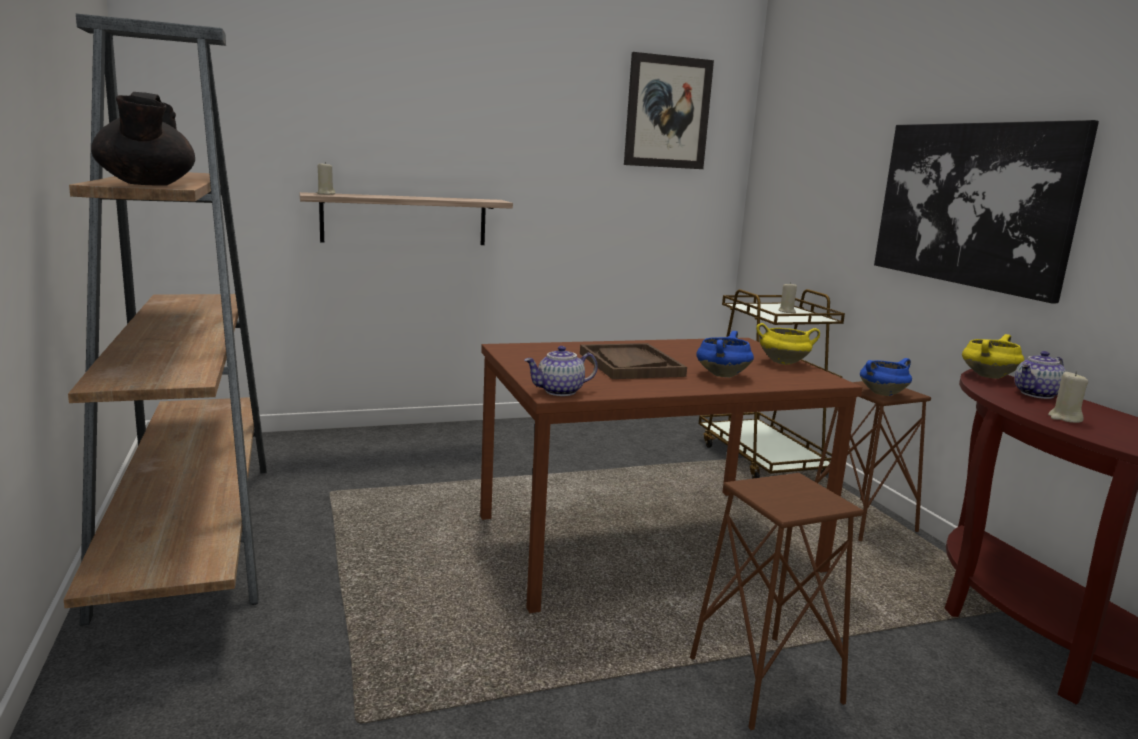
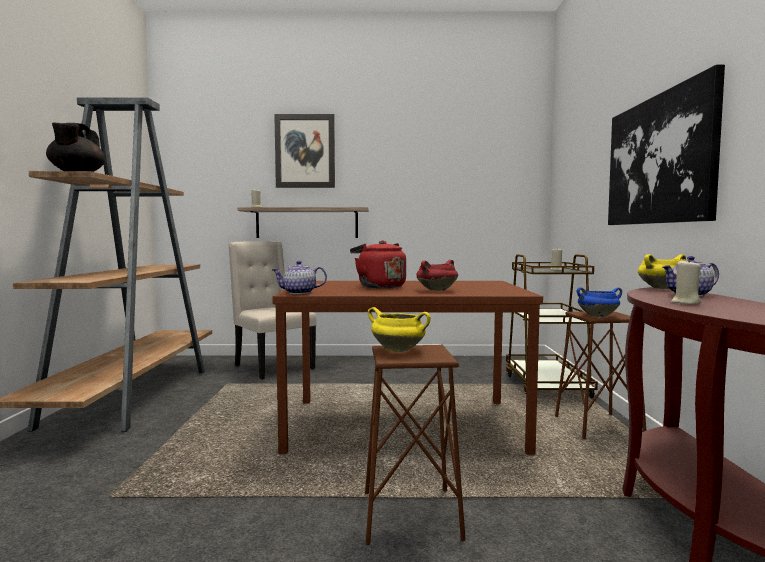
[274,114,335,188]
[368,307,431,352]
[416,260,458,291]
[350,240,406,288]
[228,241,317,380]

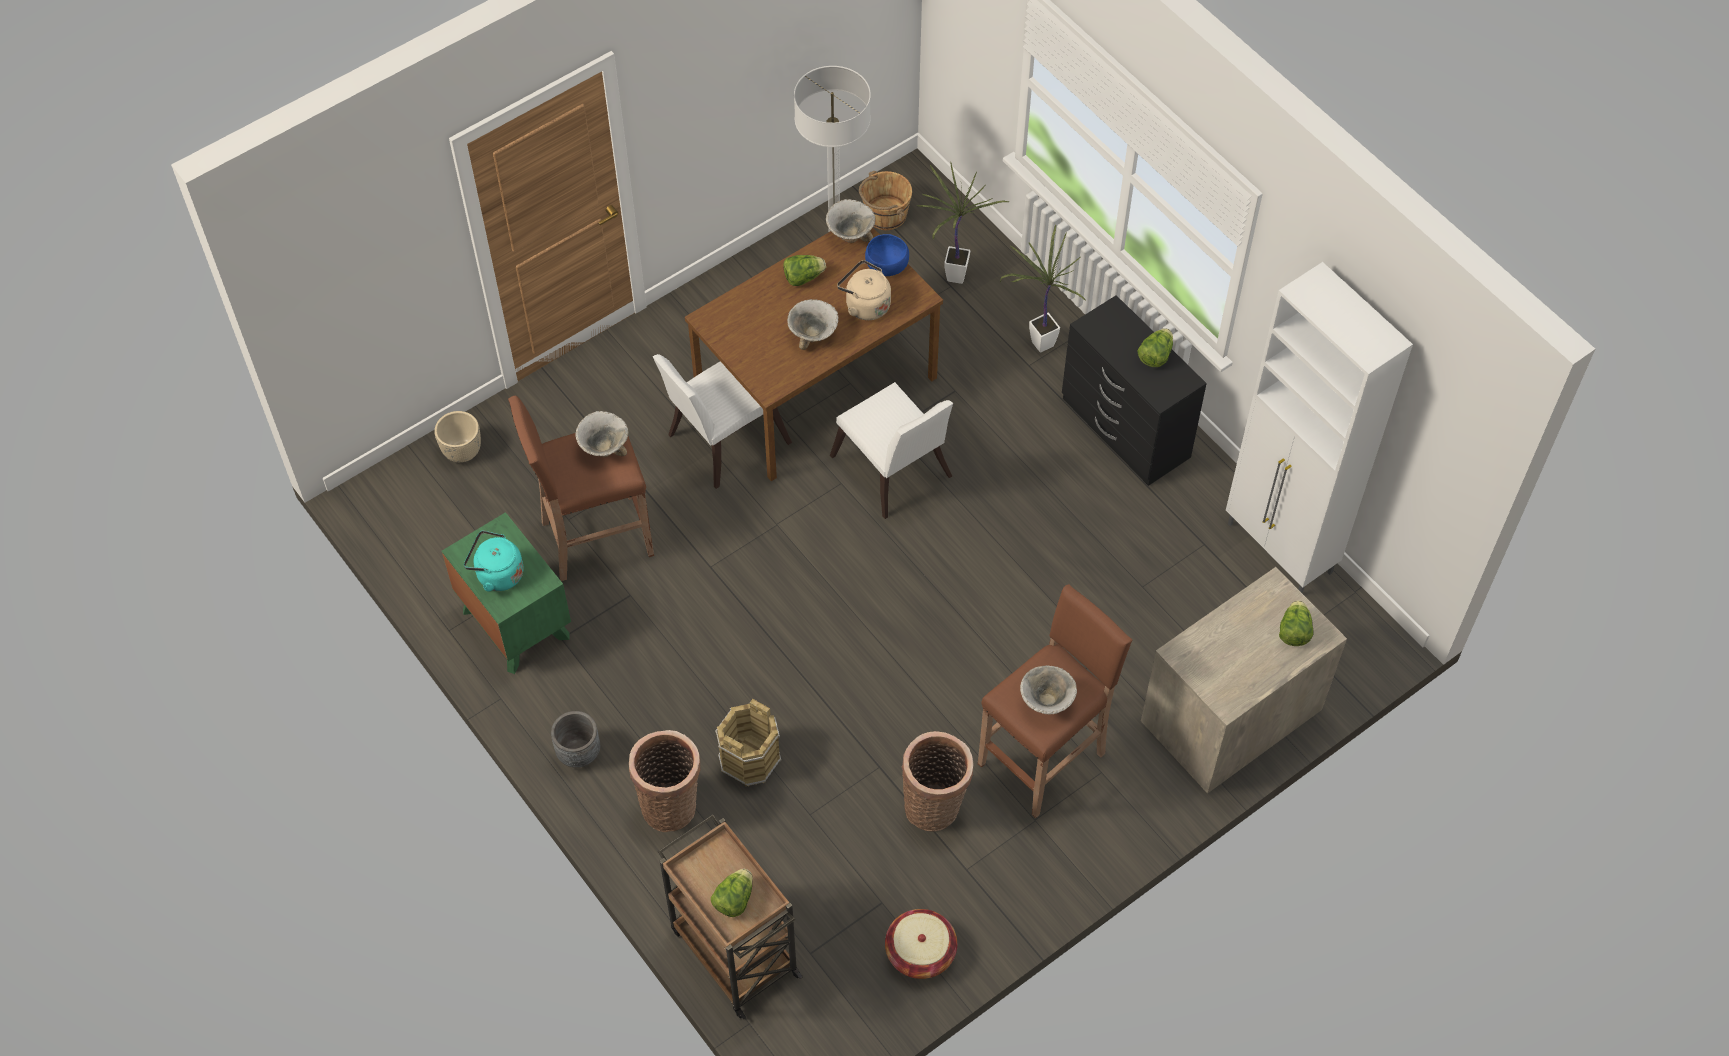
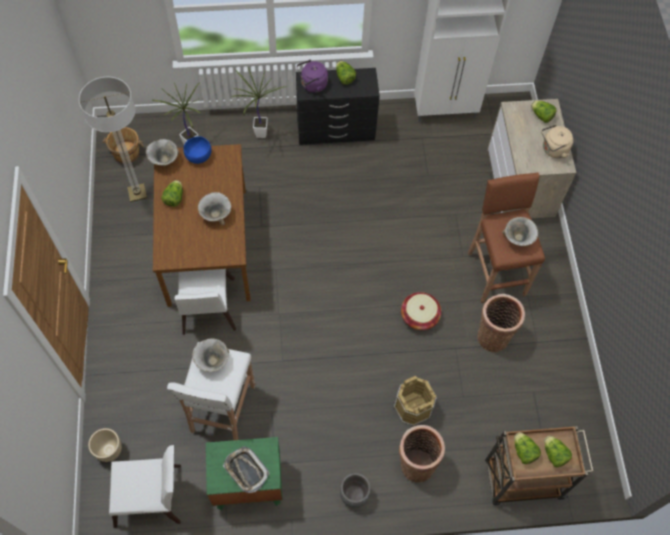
[541,125,573,158]
[109,445,181,528]
[167,342,255,440]
[223,447,270,493]
[401,292,441,330]
[297,60,328,93]
[514,432,541,464]

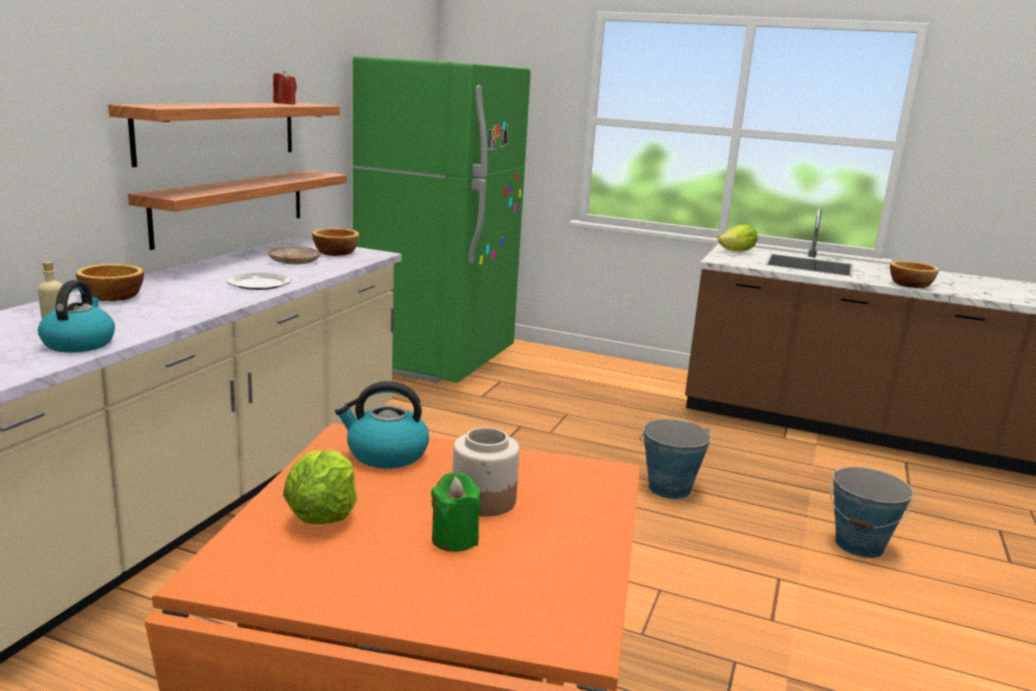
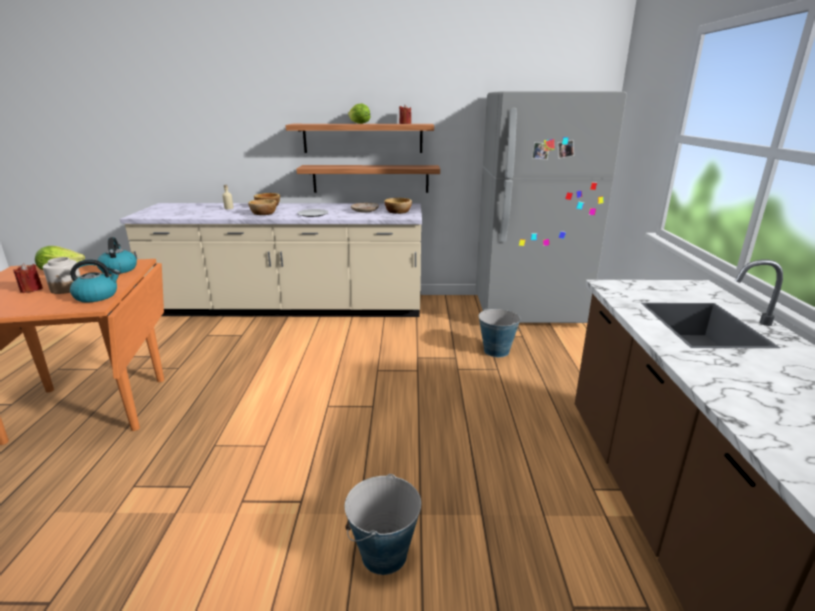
[476,91,627,323]
[348,103,370,124]
[248,199,277,215]
[70,259,121,302]
[479,308,521,357]
[13,263,43,293]

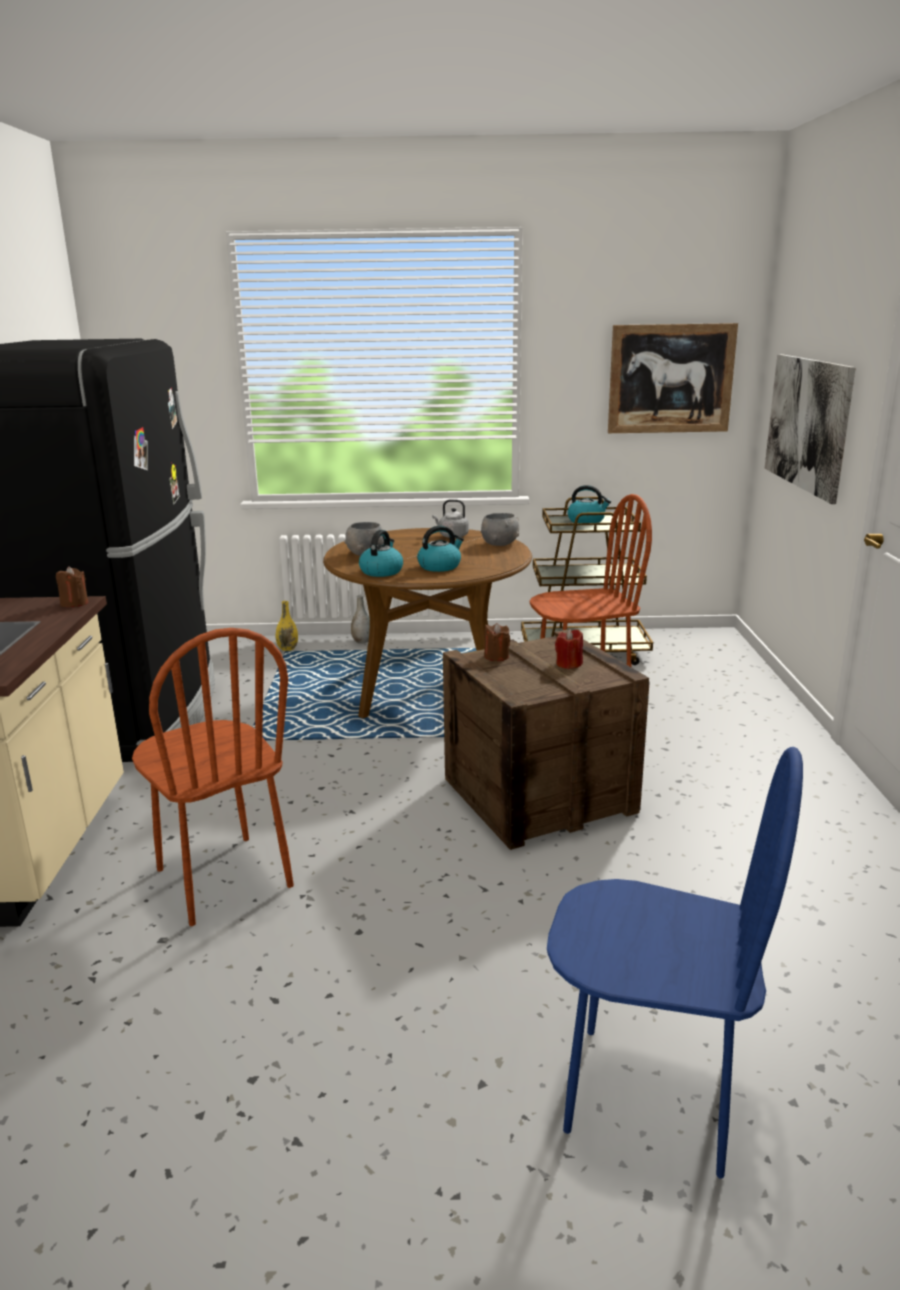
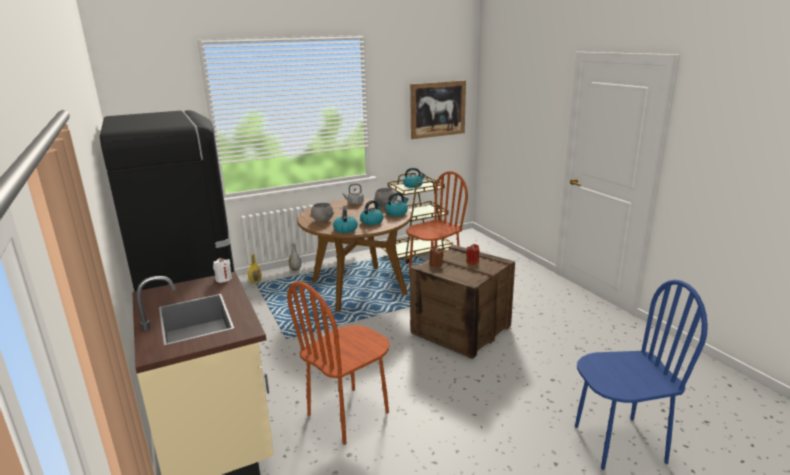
[765,354,856,504] (first image)
[213,258,232,283]
[287,282,390,445]
[385,193,409,216]

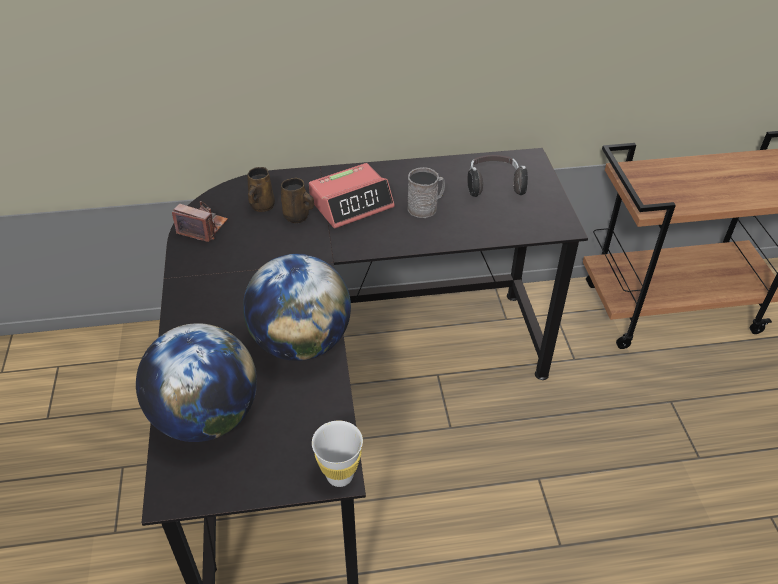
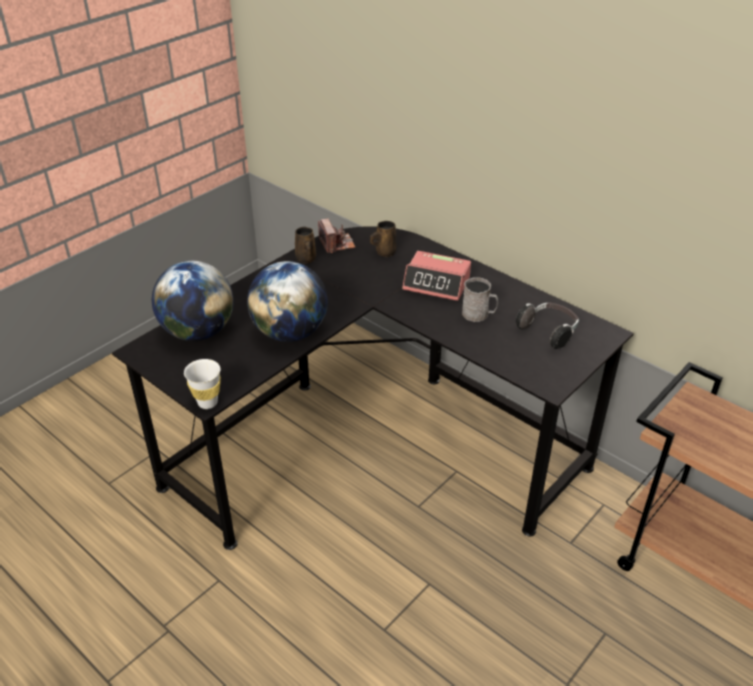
[295,227,316,264]

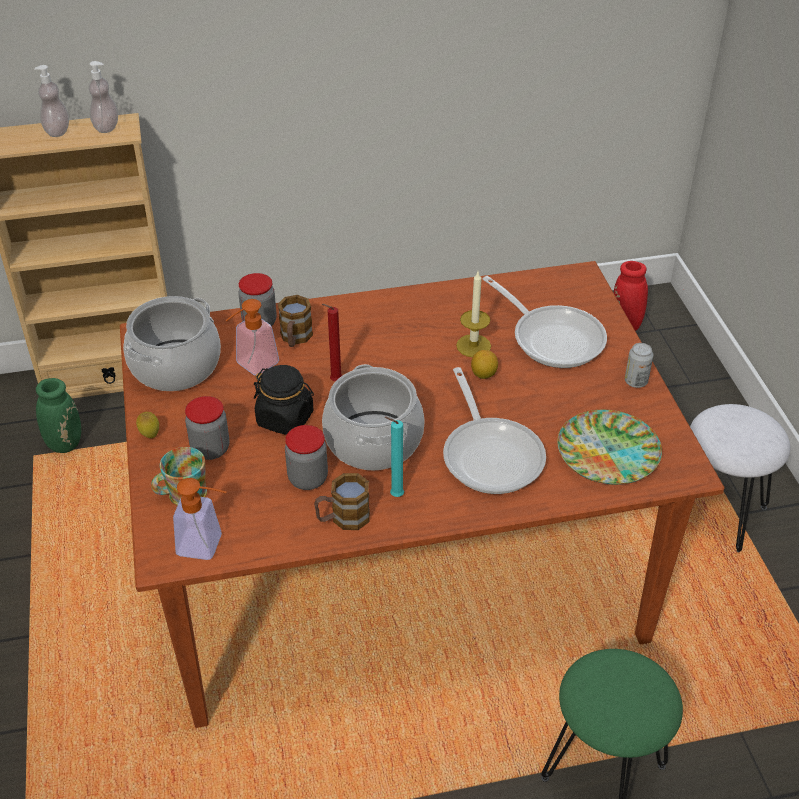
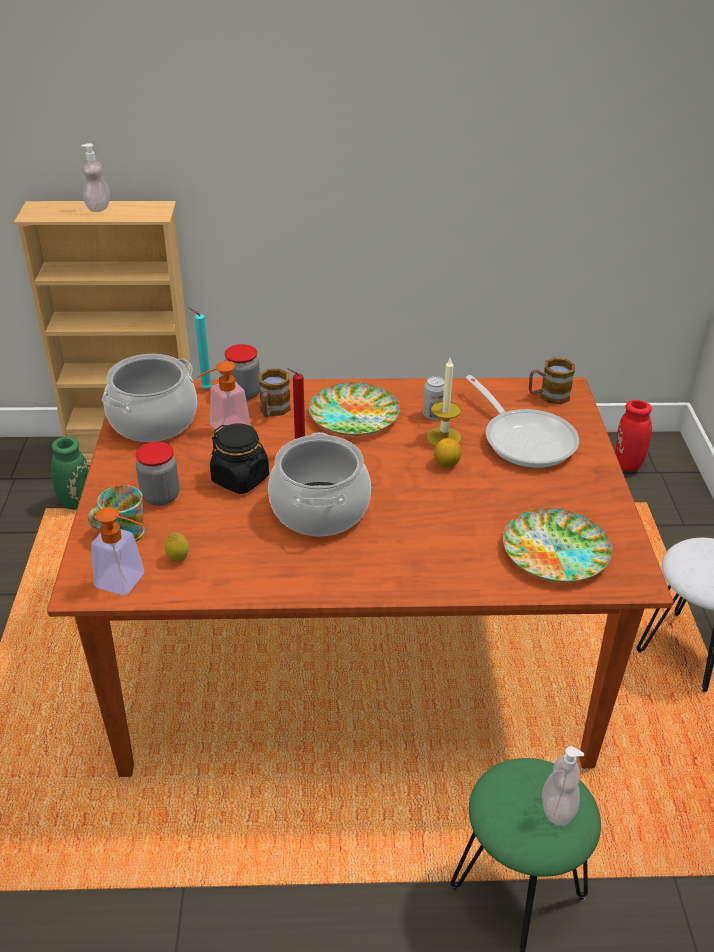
[542,747,584,826]
[423,376,445,420]
[443,367,546,494] (first image)
[164,533,189,562]
[189,308,212,389]
[285,425,328,490] (first image)
[529,358,575,404]
[309,383,400,436]

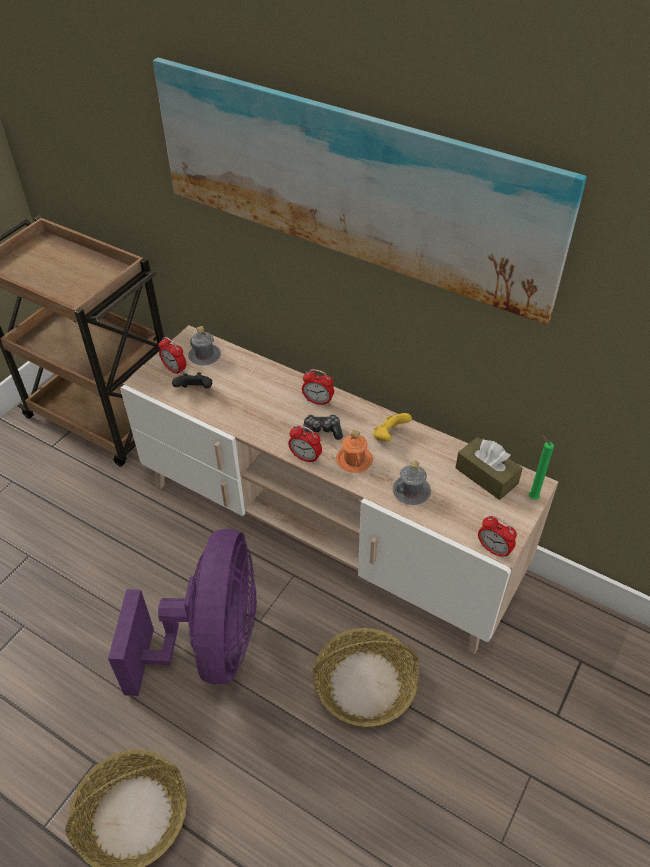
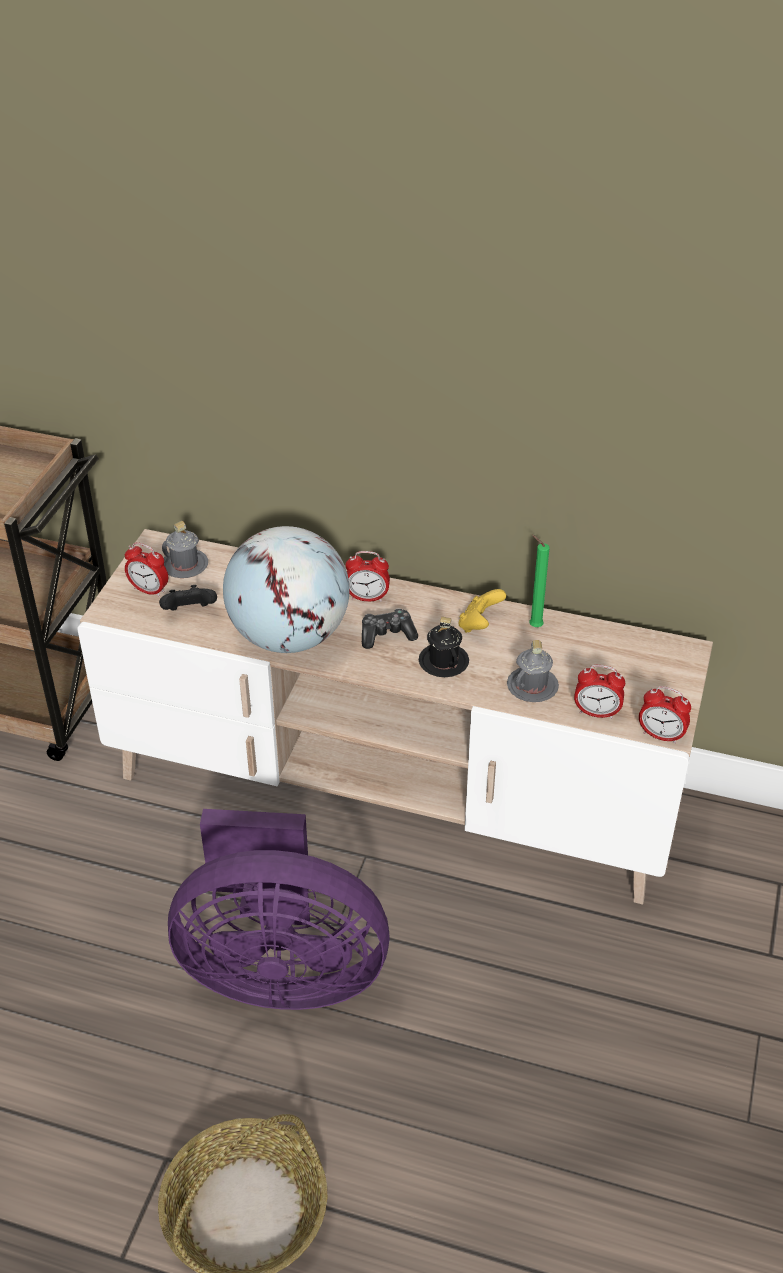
[153,58,587,325] (first image)
[574,665,625,719]
[419,616,469,677]
[529,535,550,627]
[455,437,523,500] (first image)
[168,809,390,1010]
[313,628,419,727] (first image)
[223,526,350,653]

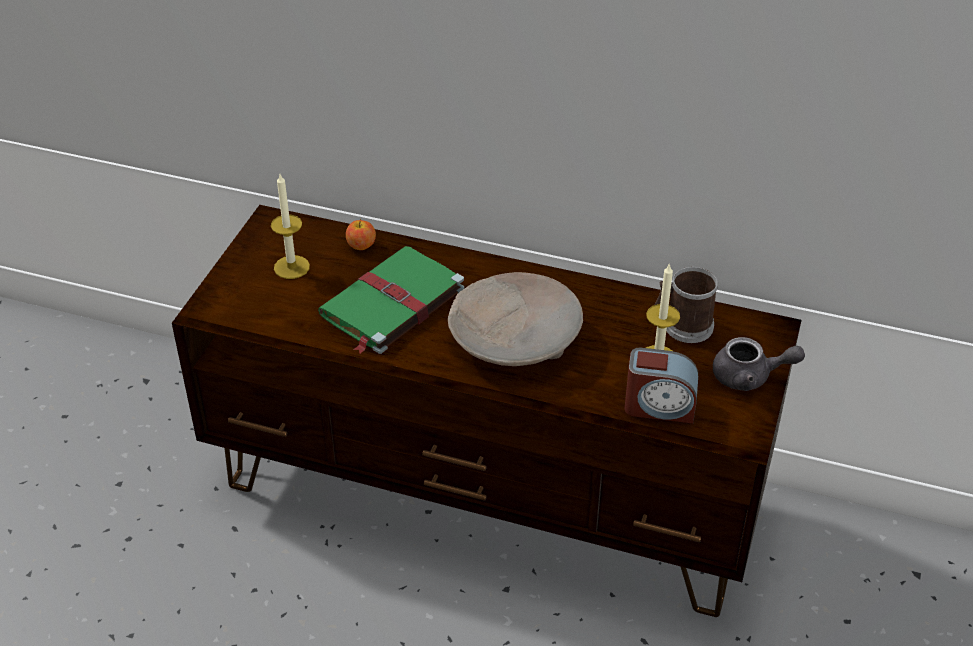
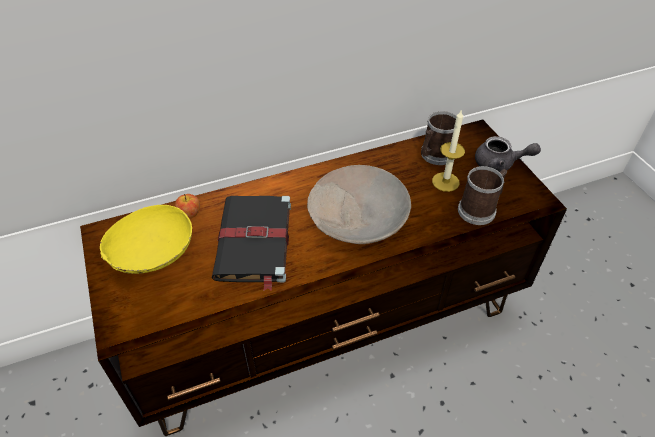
[100,205,192,274]
[212,196,291,291]
[475,136,541,172]
[458,166,507,225]

